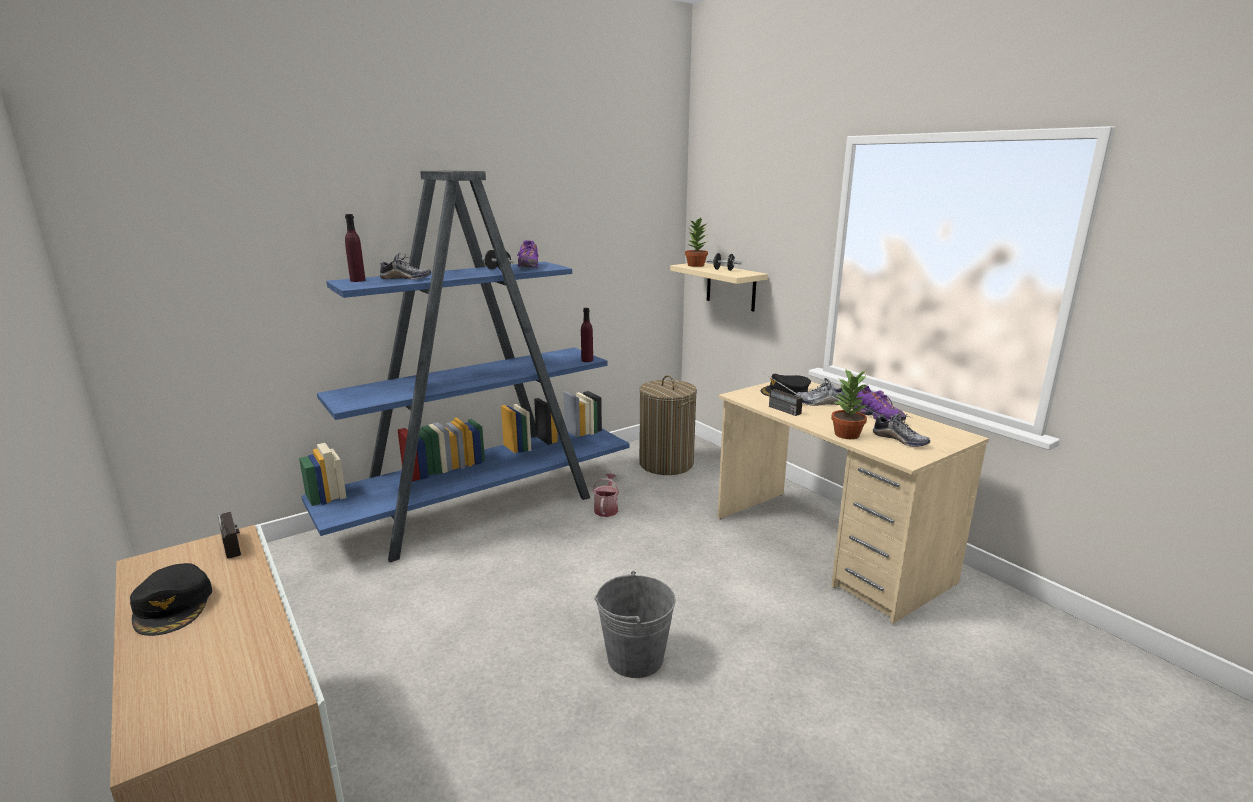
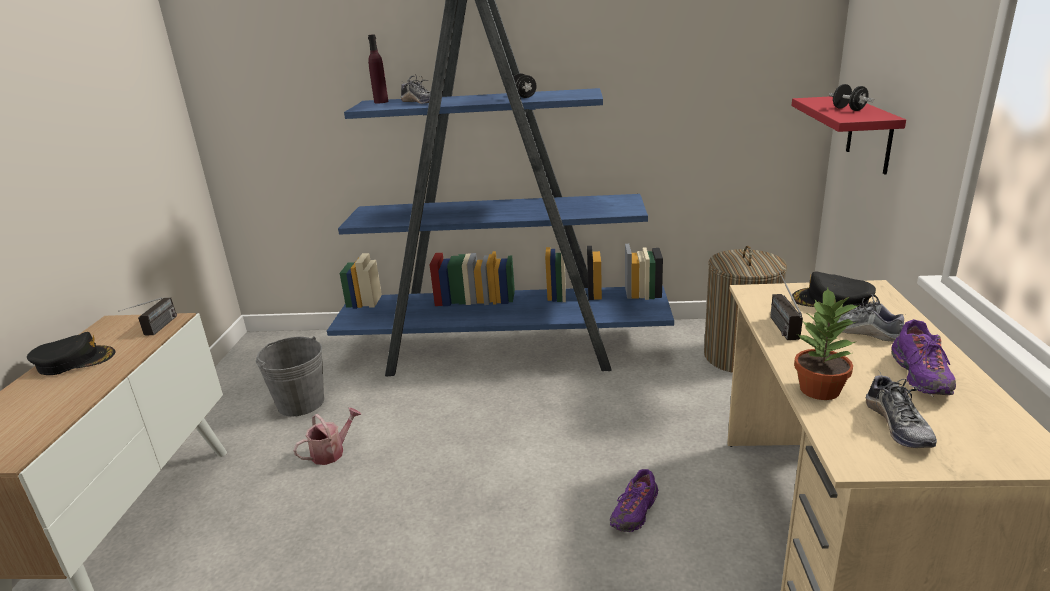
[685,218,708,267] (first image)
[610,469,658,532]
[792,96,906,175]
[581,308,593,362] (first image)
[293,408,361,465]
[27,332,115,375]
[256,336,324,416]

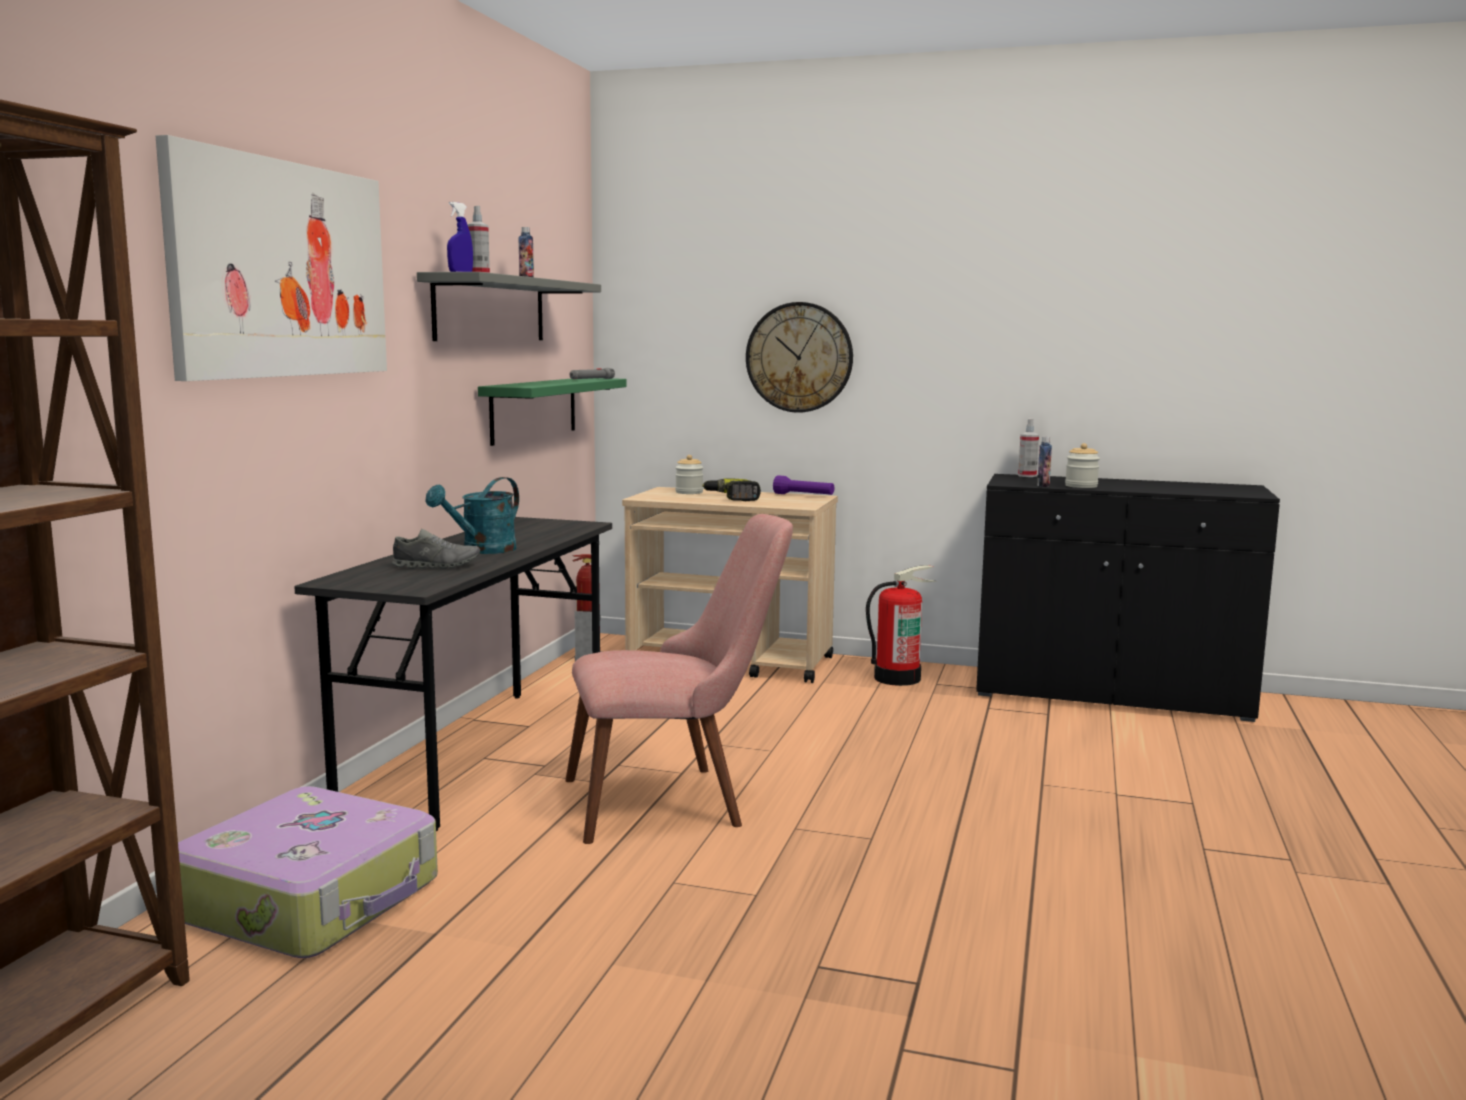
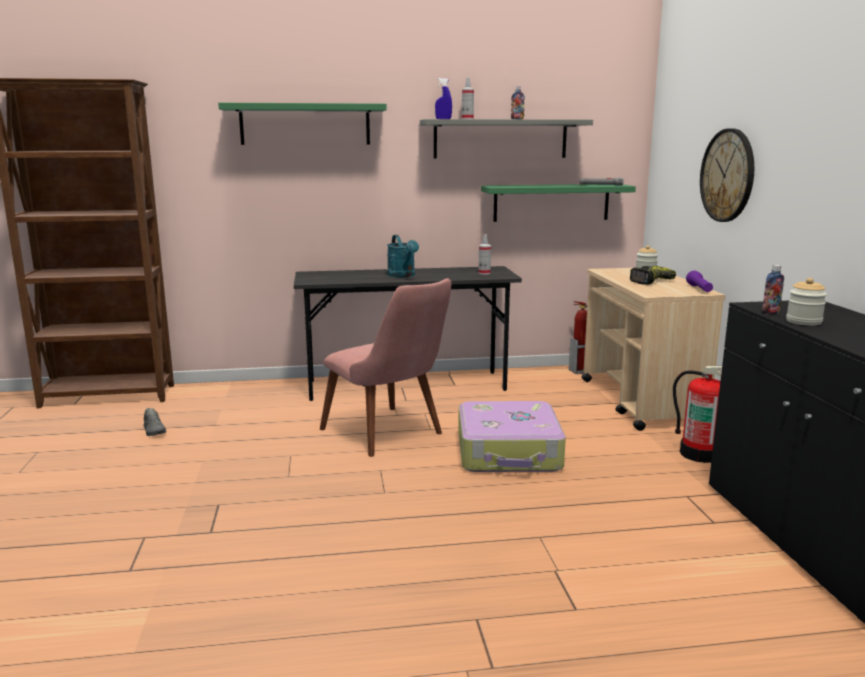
[218,103,387,145]
[478,234,491,275]
[387,235,419,277]
[144,408,167,436]
[458,401,566,472]

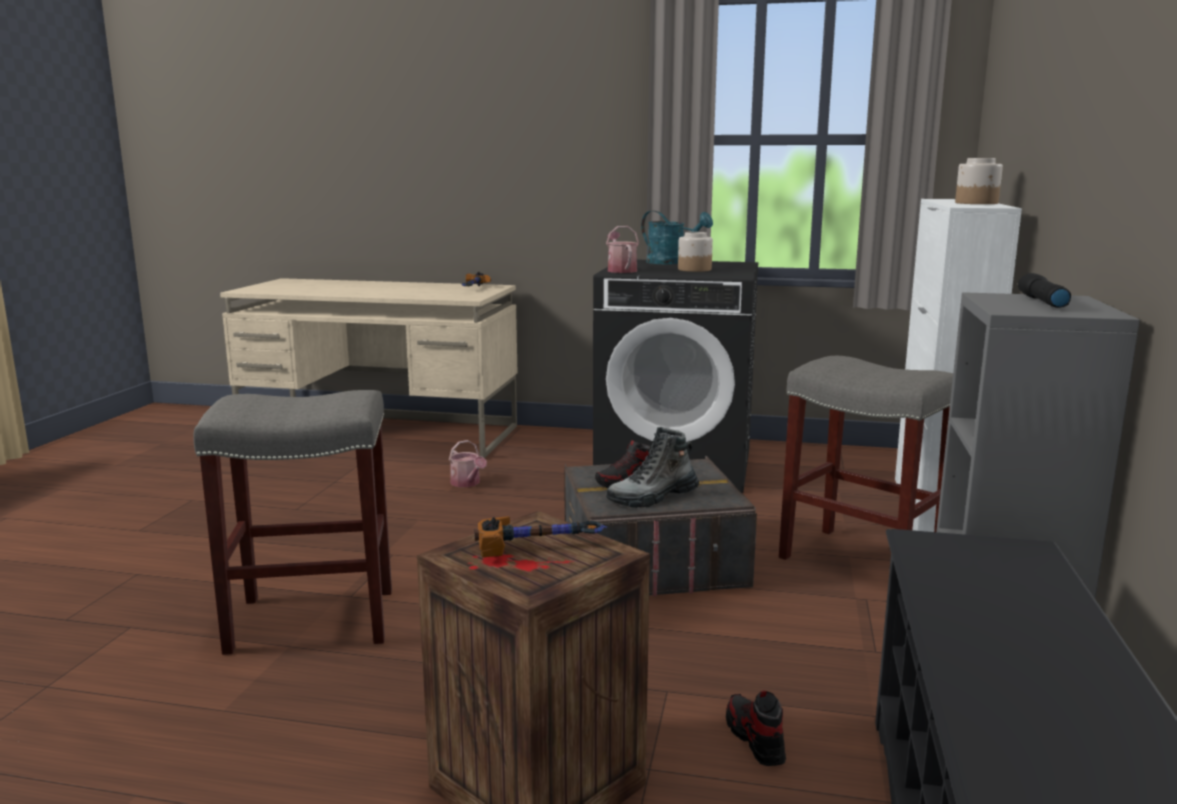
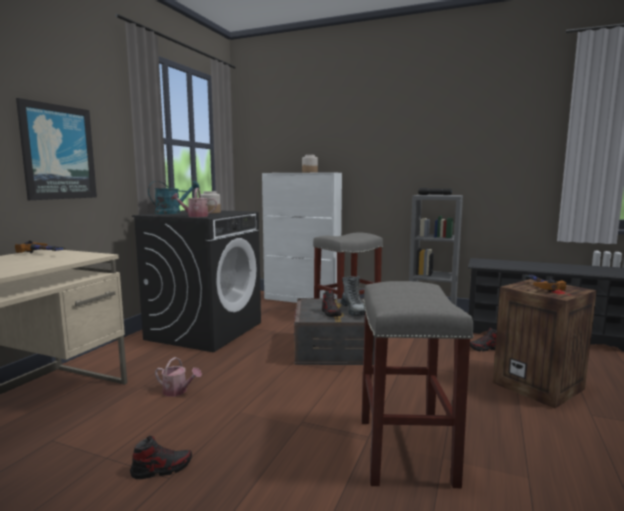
[155,357,202,397]
[16,98,97,200]
[130,436,192,479]

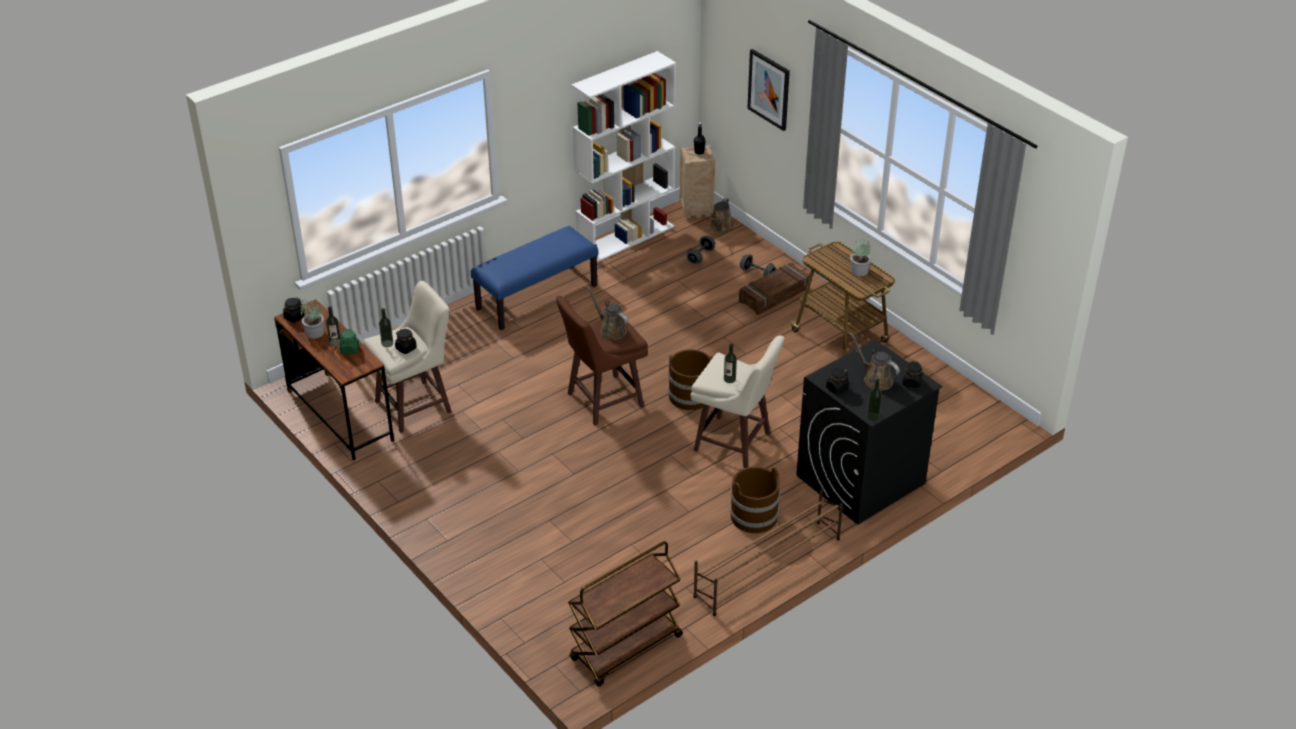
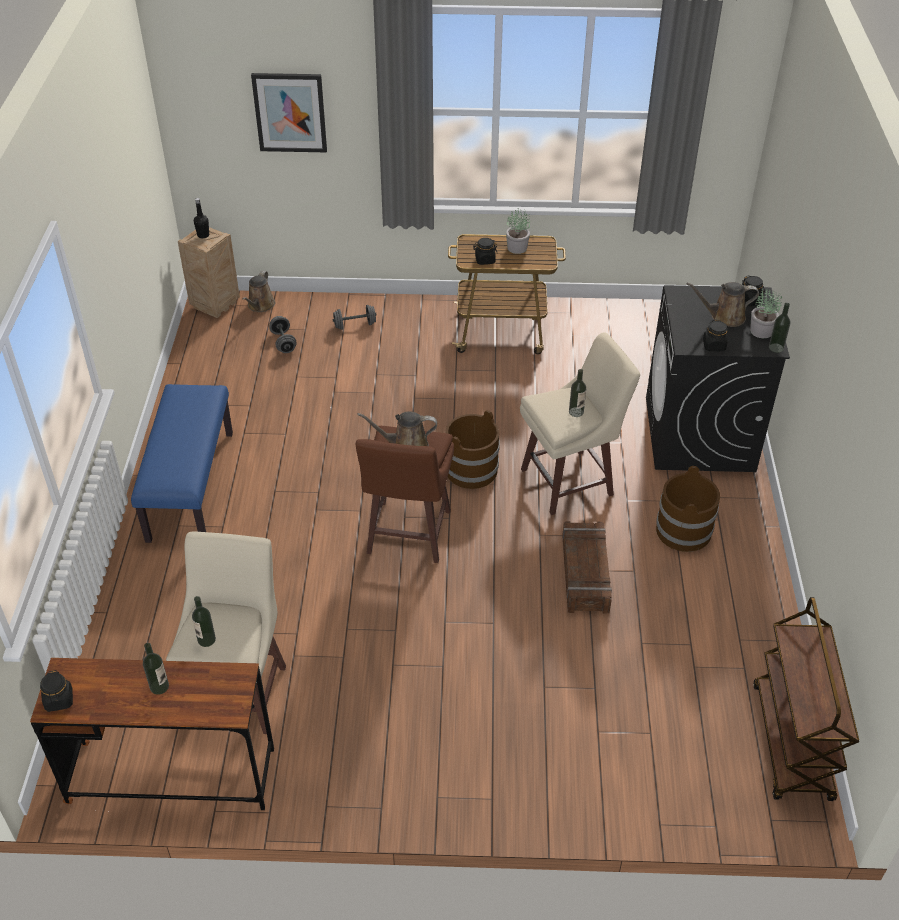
[571,51,676,262] (first image)
[242,271,275,312]
[562,521,612,614]
[750,289,782,338]
[340,329,359,354] (first image)
[474,238,497,265]
[693,487,843,616] (first image)

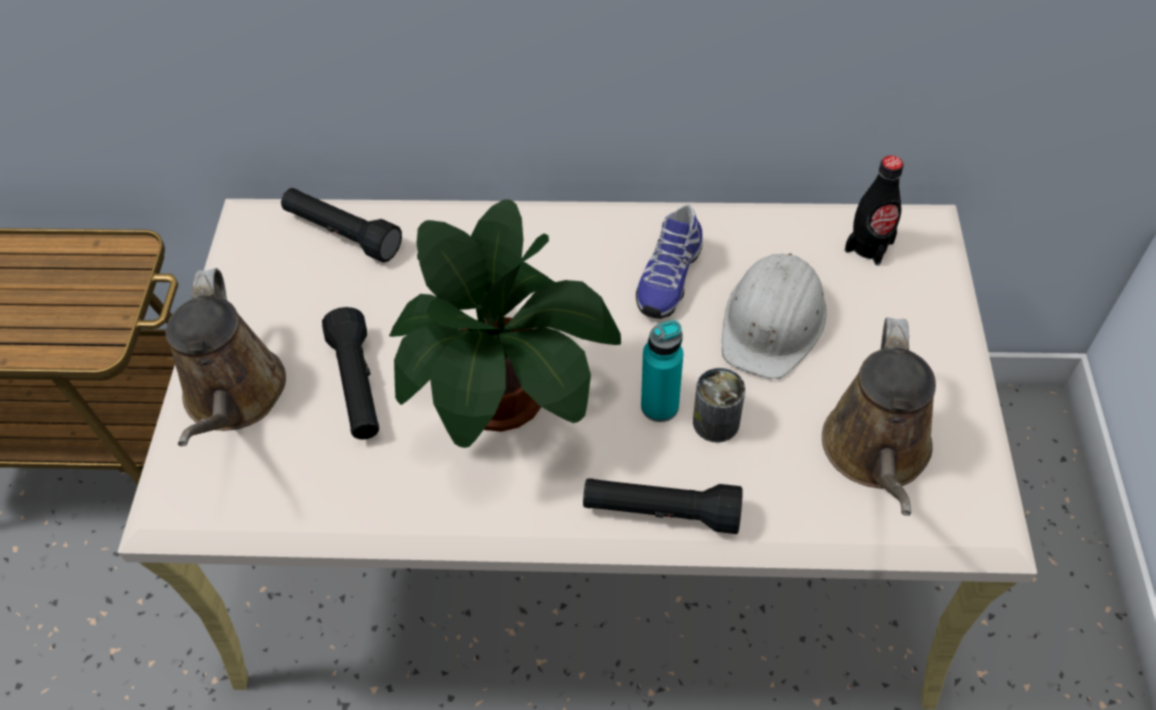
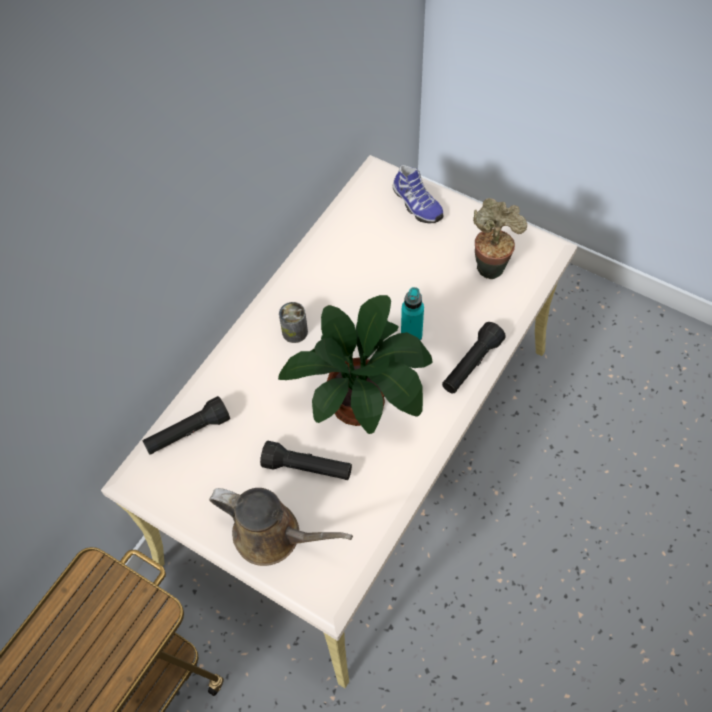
[845,156,903,266] (first image)
[393,165,443,223]
[722,254,827,379] (first image)
[473,198,527,279]
[279,302,308,343]

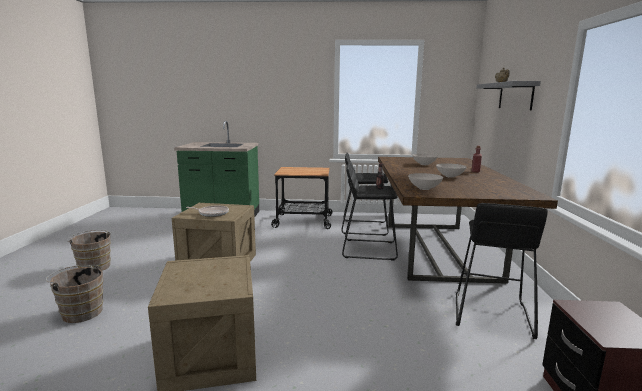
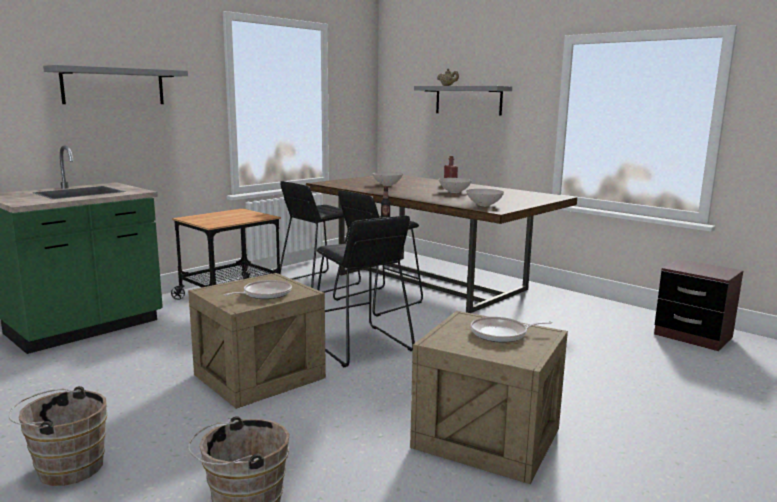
[316,215,415,367]
[43,65,188,104]
[471,317,552,342]

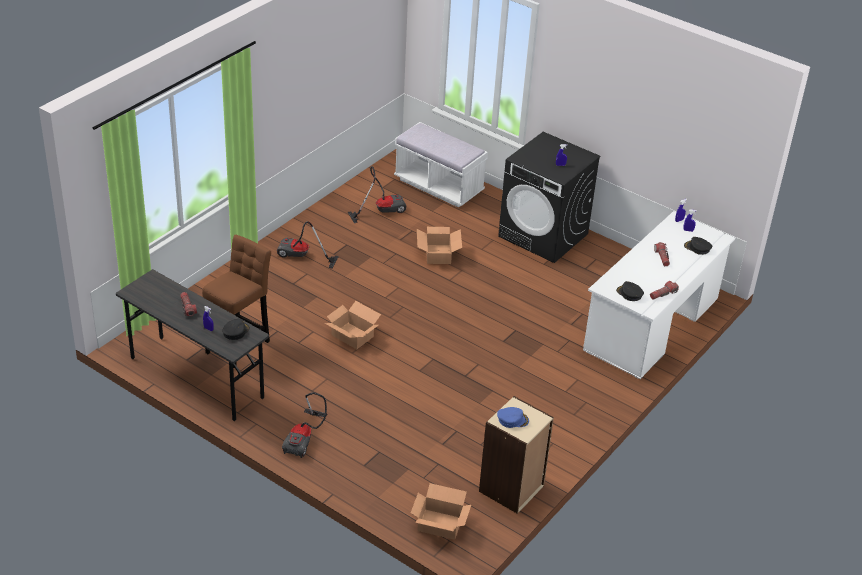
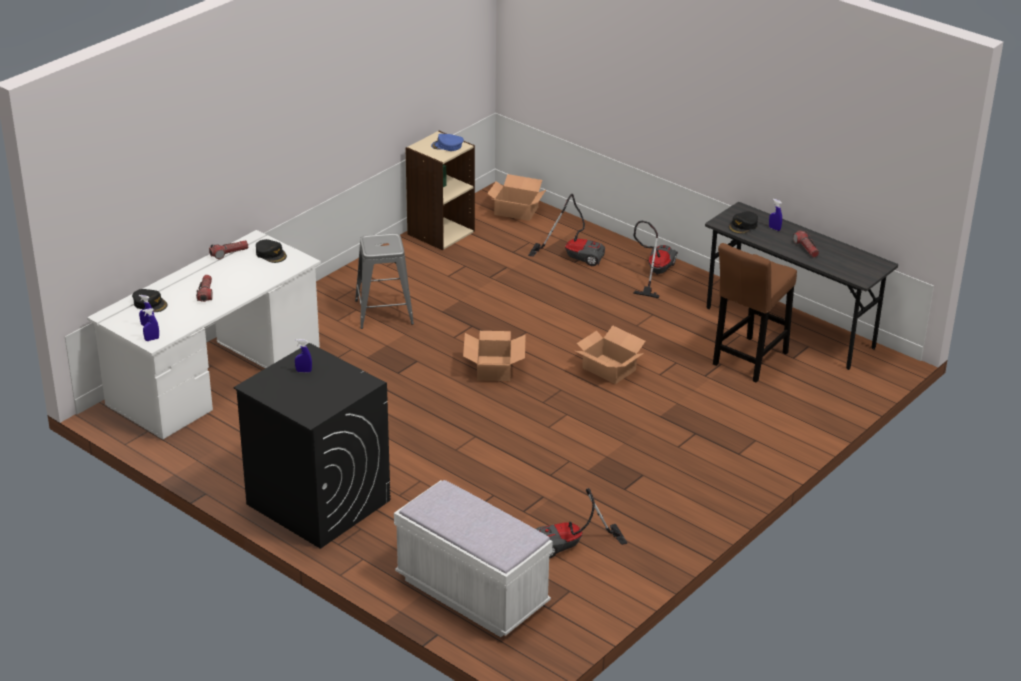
[528,194,605,266]
[463,331,526,381]
[355,233,414,329]

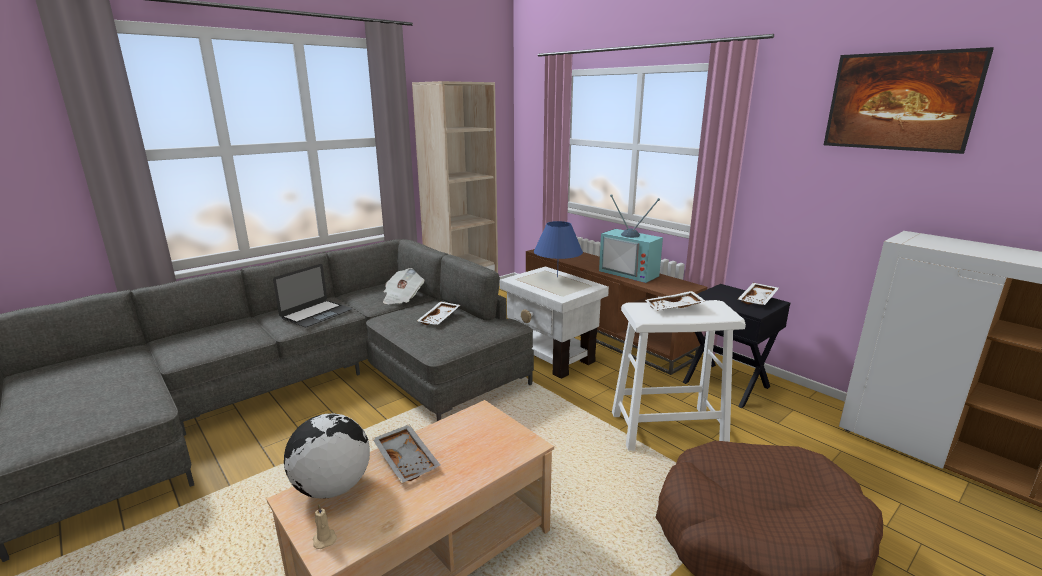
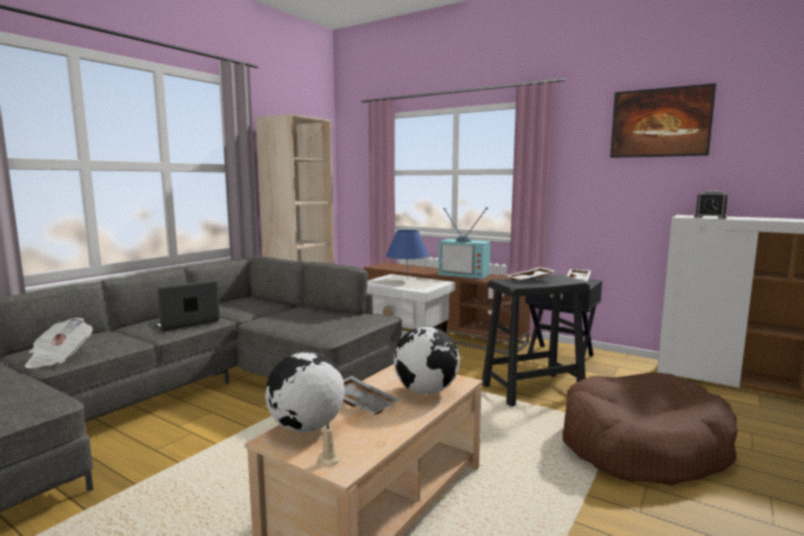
[149,280,220,331]
[25,318,93,368]
[482,275,590,407]
[417,302,460,325] (first image)
[694,190,728,219]
[394,326,460,394]

